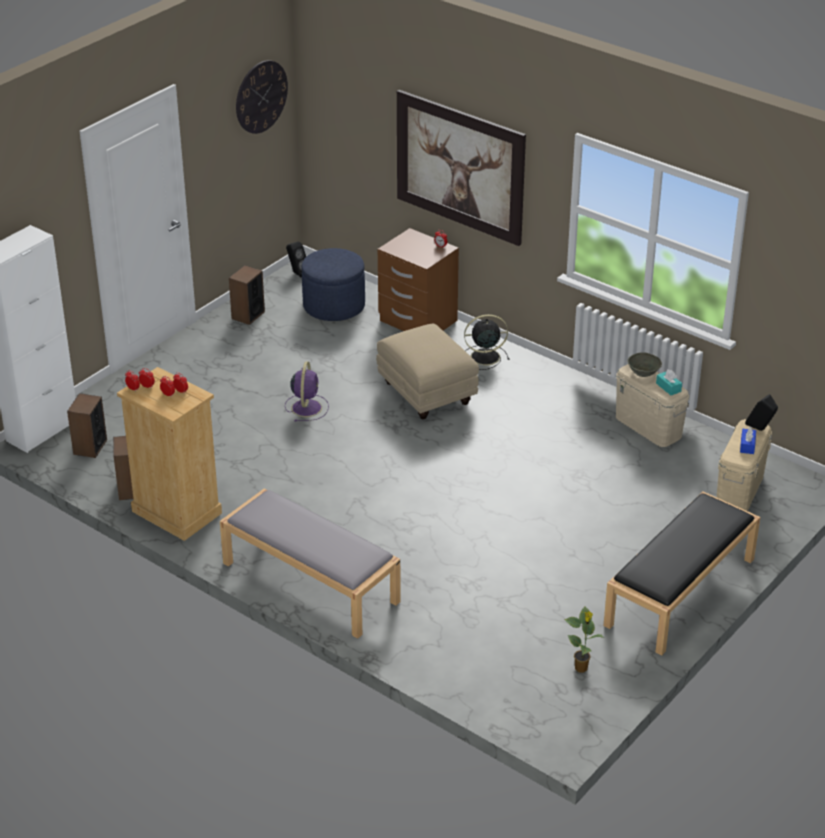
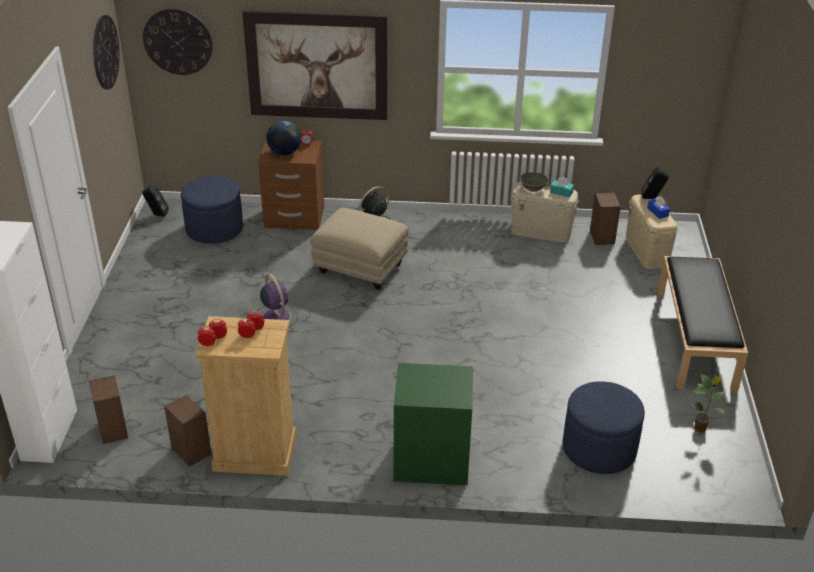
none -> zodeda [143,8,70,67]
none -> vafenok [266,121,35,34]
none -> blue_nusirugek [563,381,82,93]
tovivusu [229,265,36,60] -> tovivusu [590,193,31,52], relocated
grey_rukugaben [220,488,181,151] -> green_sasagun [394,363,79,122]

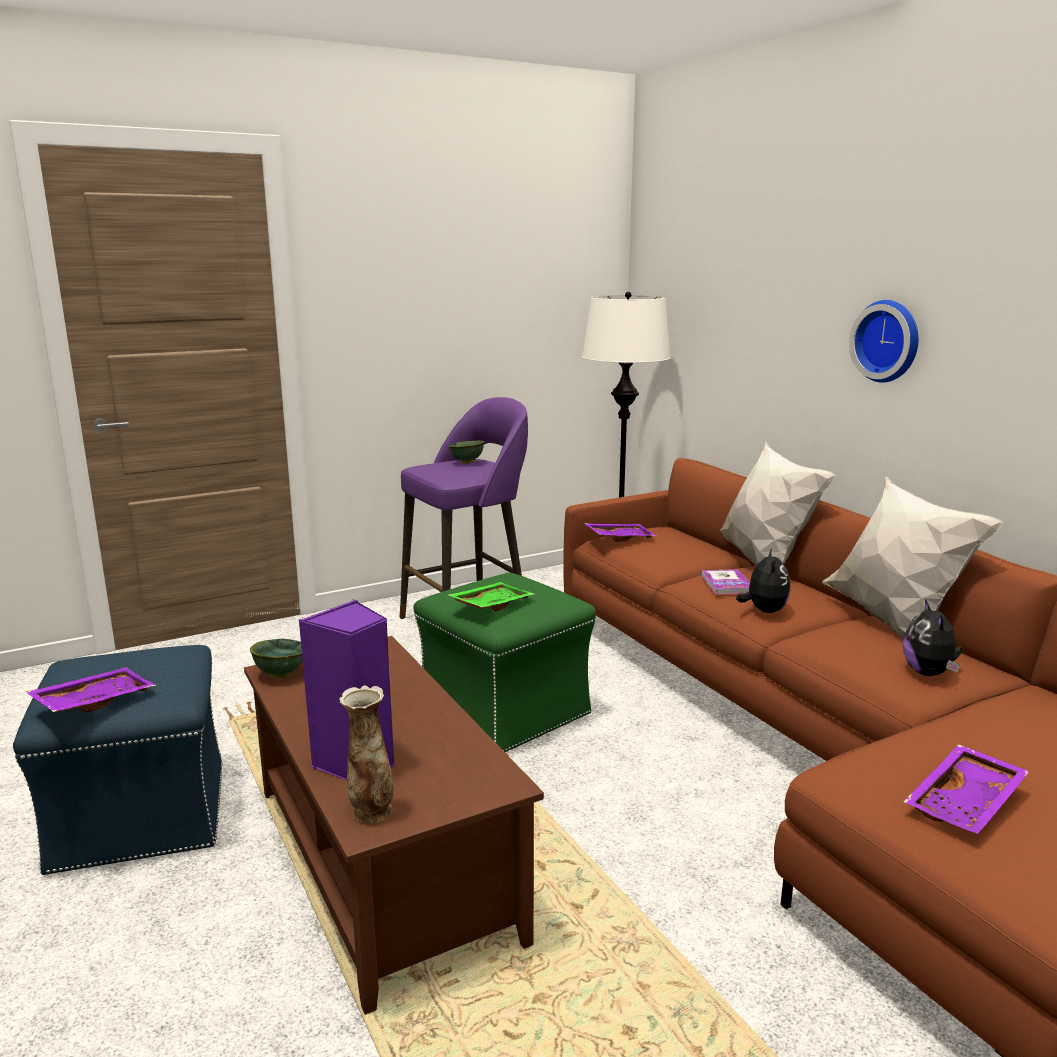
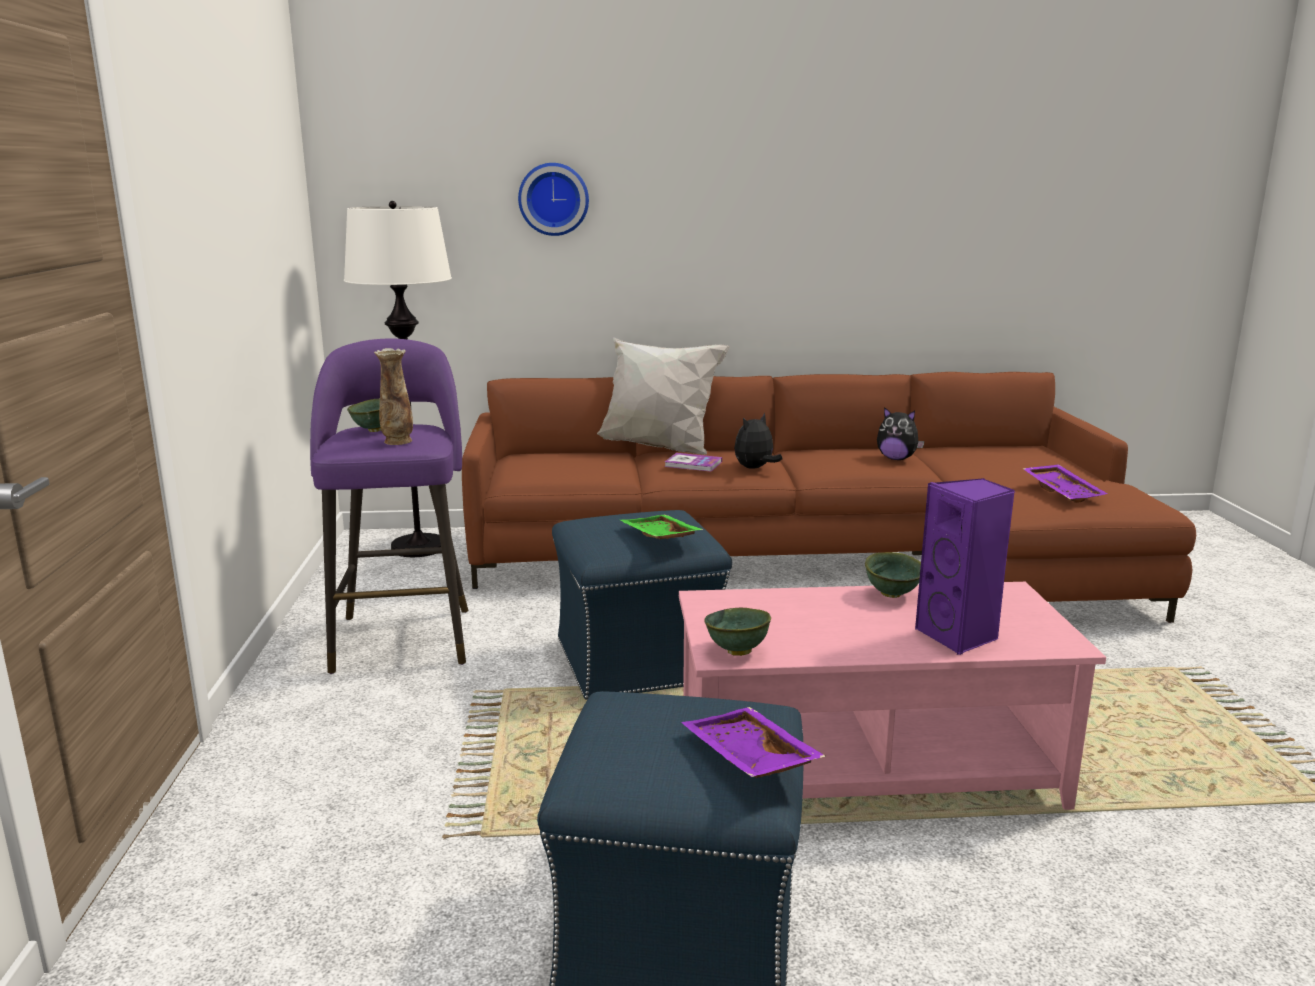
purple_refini [584,523,73,19] -> none
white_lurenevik [822,476,182,162] -> none
none -> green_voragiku [865,552,56,46]
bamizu [339,685,55,138] -> bamizu [374,348,39,97], relocated
zodeda [849,300,69,83] -> zodeda [518,163,71,73], relocated
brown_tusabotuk [244,636,300,379] -> pink_tusabotuk [679,582,427,228]
green_nusirugek [413,573,183,179] -> blue_nusirugek [552,510,180,190]
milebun [736,548,54,65] -> milebun [734,413,49,56], 75 degrees counterclockwise

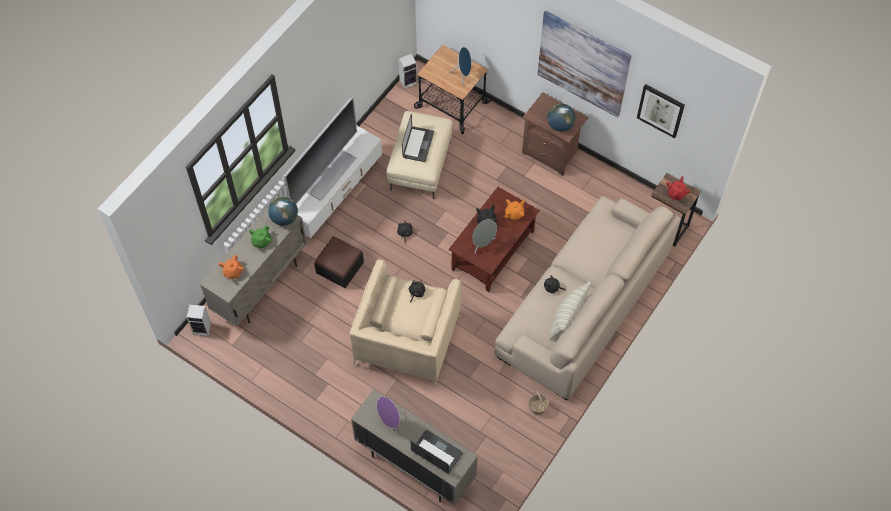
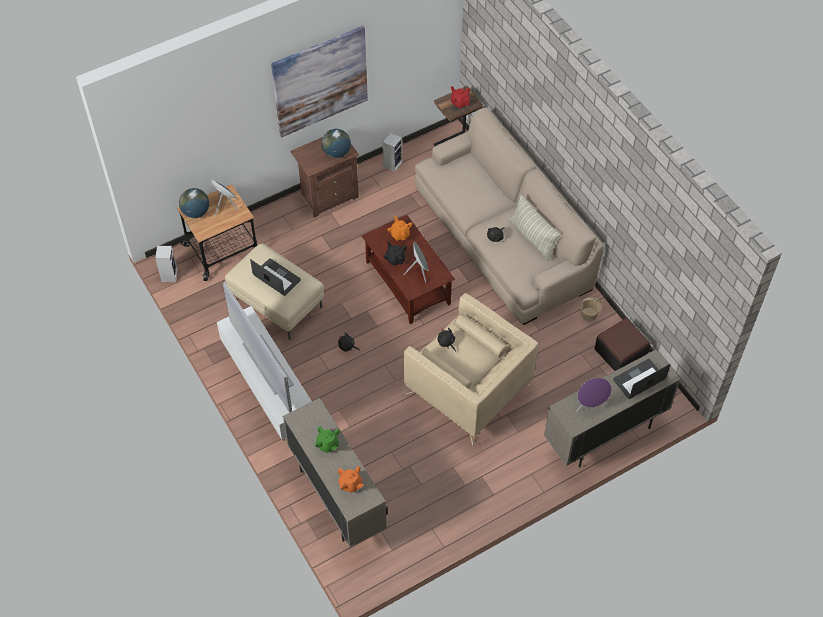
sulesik [637,84,48,54] -> none
tovivusu [186,304,25,32] -> tovivusu [382,132,21,40], relocated
vafenok [268,196,30,30] -> vafenok [179,188,30,30], relocated
nusirugek [314,236,50,52] -> nusirugek [595,318,56,53], relocated

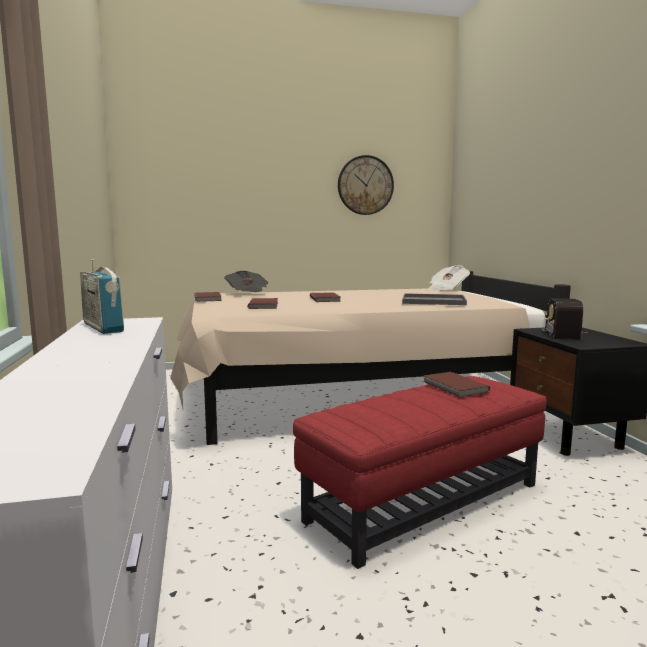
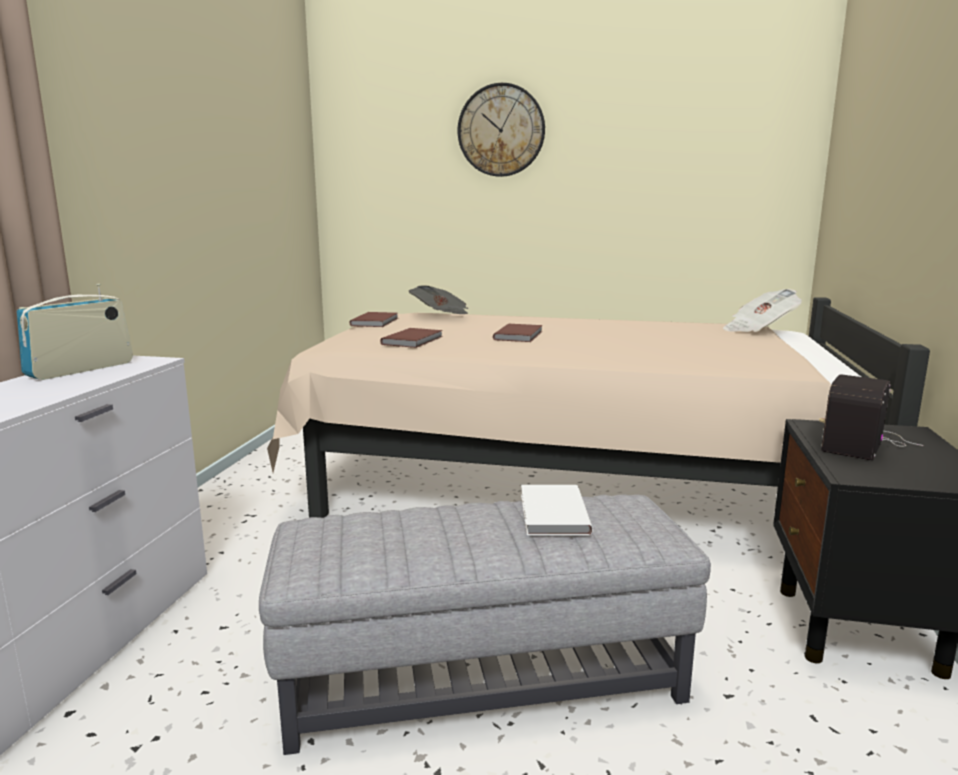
grey_refini [402,293,65,12] -> none
zodeda [338,155,56,60] -> zodeda [458,83,87,94], relocated
red_nusirugek [293,376,253,193] -> grey_nusirugek [259,494,452,261]
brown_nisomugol [423,372,67,26] -> white_nisomugol [521,485,72,50]
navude [80,259,44,75] -> navude [17,284,116,96], 45 degrees clockwise

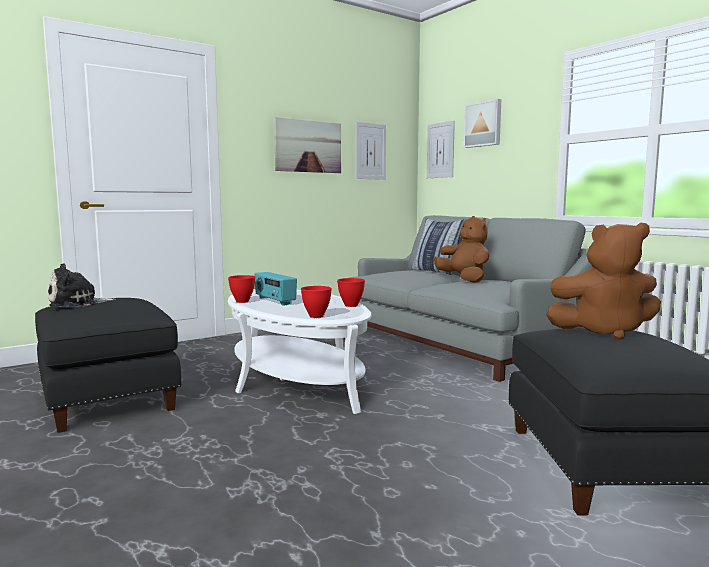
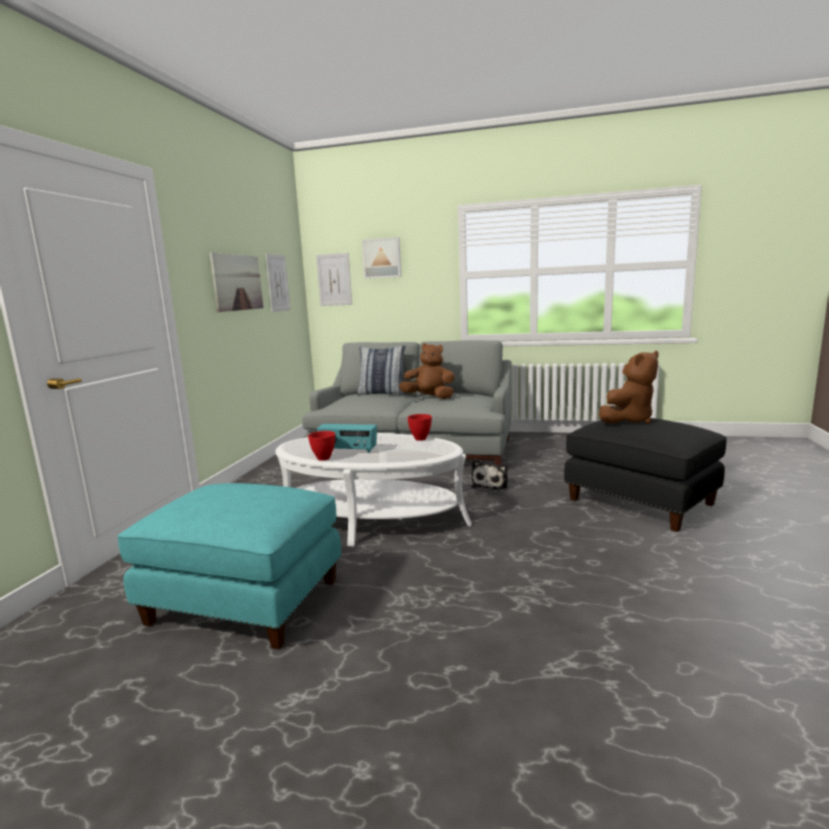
red_voragiku [301,286,31,32] -> none
milebun [48,263,68,45] -> milebun [472,459,36,31], relocated
black_nusirugek [35,298,147,135] -> turquoise_nusirugek [117,483,224,167]

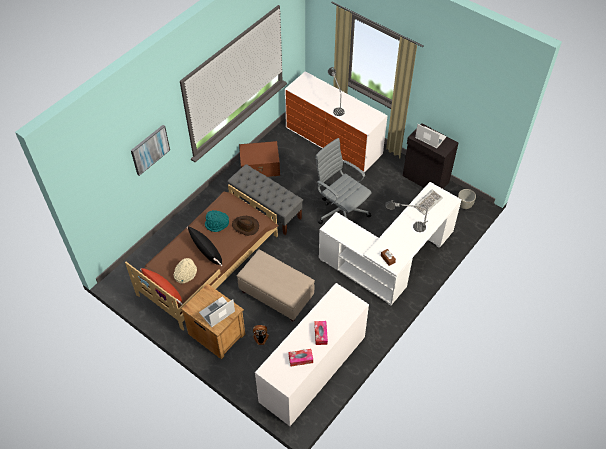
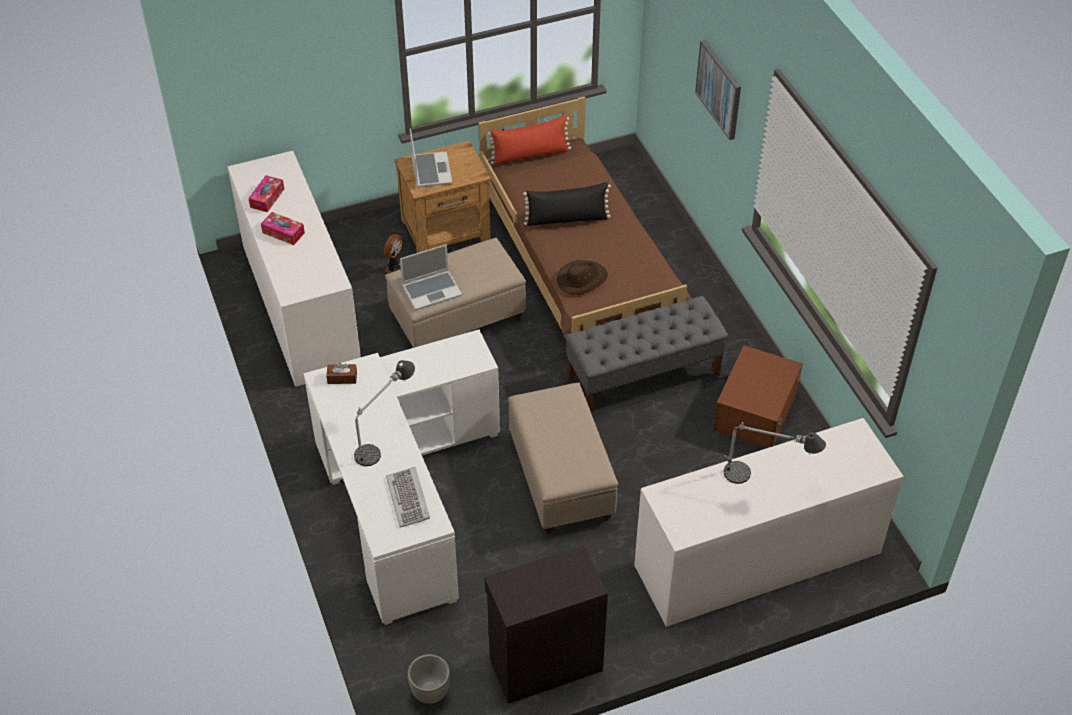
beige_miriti [174,258,23,25] -> none
turquoise_miriti [205,210,24,22] -> none
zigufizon [415,124,31,24] -> zigufizon [400,244,62,66], relocated
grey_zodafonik [315,138,57,86] -> beige_nusirugek [508,383,110,151]

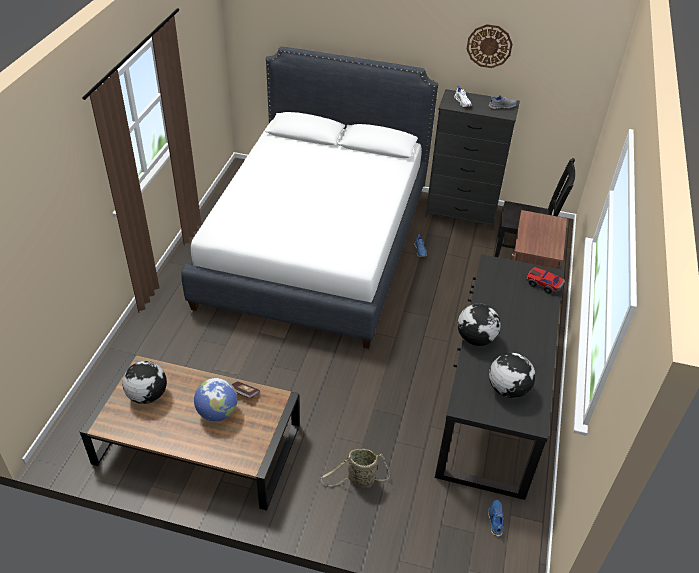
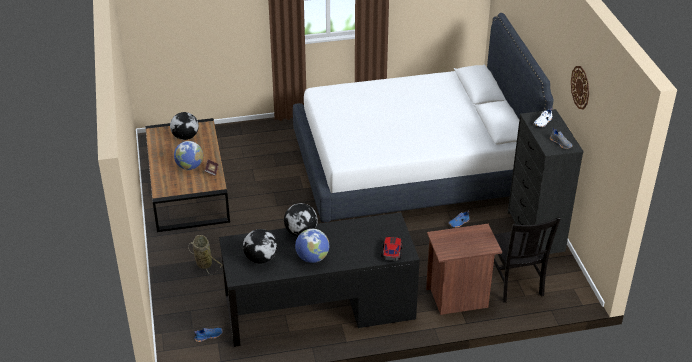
none -> vafenok [295,229,34,34]

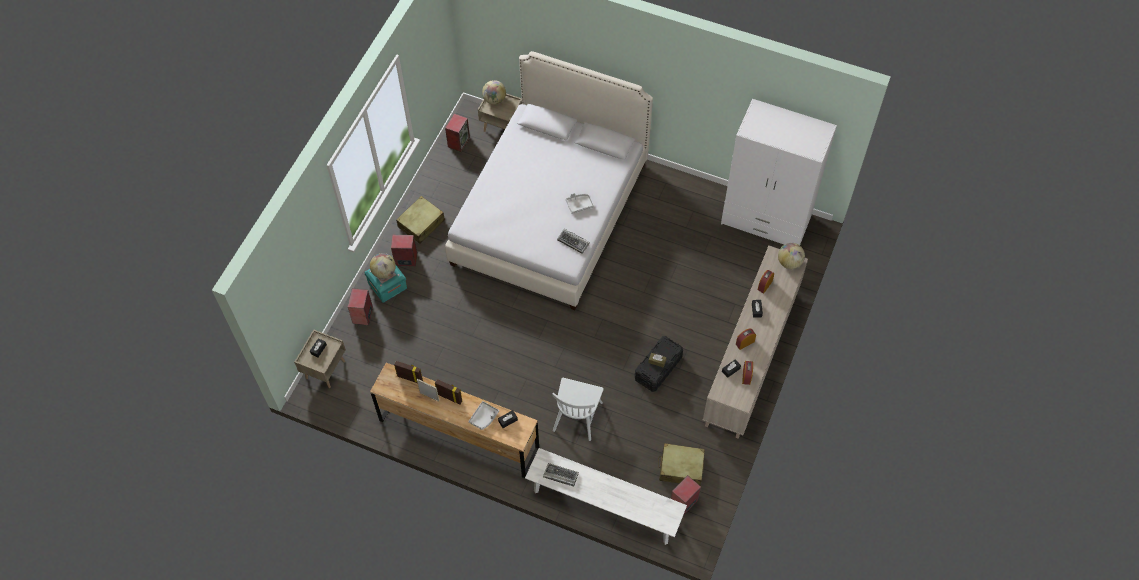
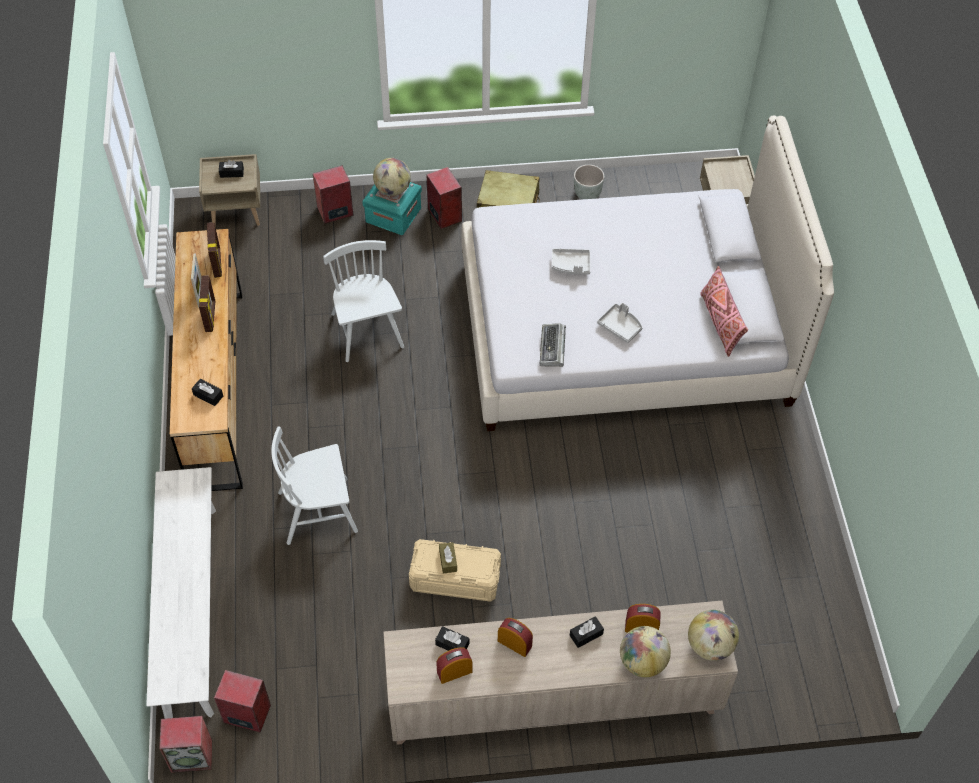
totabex [543,463,36,24] -> none
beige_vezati [658,443,47,42] -> none
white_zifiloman [721,99,116,146] -> none
none -> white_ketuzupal [323,240,81,122]
none -> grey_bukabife [574,165,30,34]
none -> pink_lurenevik [700,266,48,91]
tovivusu [445,114,25,38] -> tovivusu [159,716,53,57], relocated
grey_refini [468,401,31,29] -> grey_refini [552,248,38,27], relocated
vafenok [482,80,24,24] -> vafenok [620,626,51,51], relocated
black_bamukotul [635,336,48,56] -> beige_bamukotul [409,539,92,63]

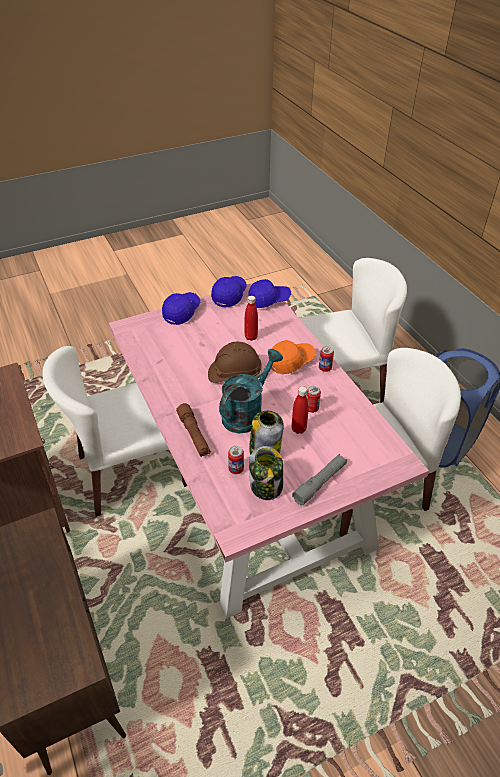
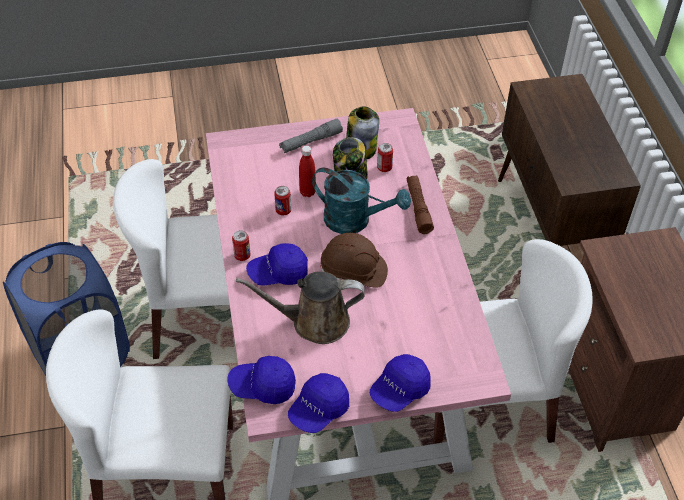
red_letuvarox [245,296,13,45] -> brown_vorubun [236,271,129,73]
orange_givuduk [271,340,44,34] -> blue_givuduk [246,243,62,43]
turquoise_vorubun [219,349,64,84] -> turquoise_vorubun [312,168,99,66], 120 degrees counterclockwise

